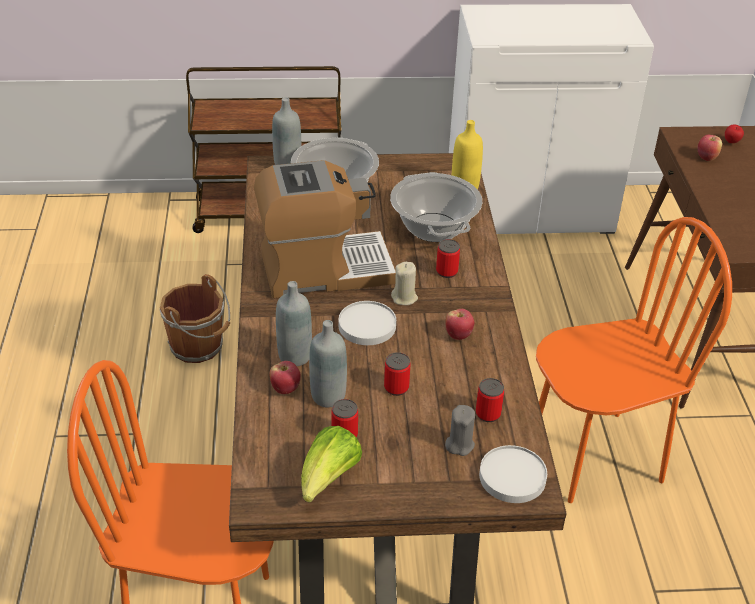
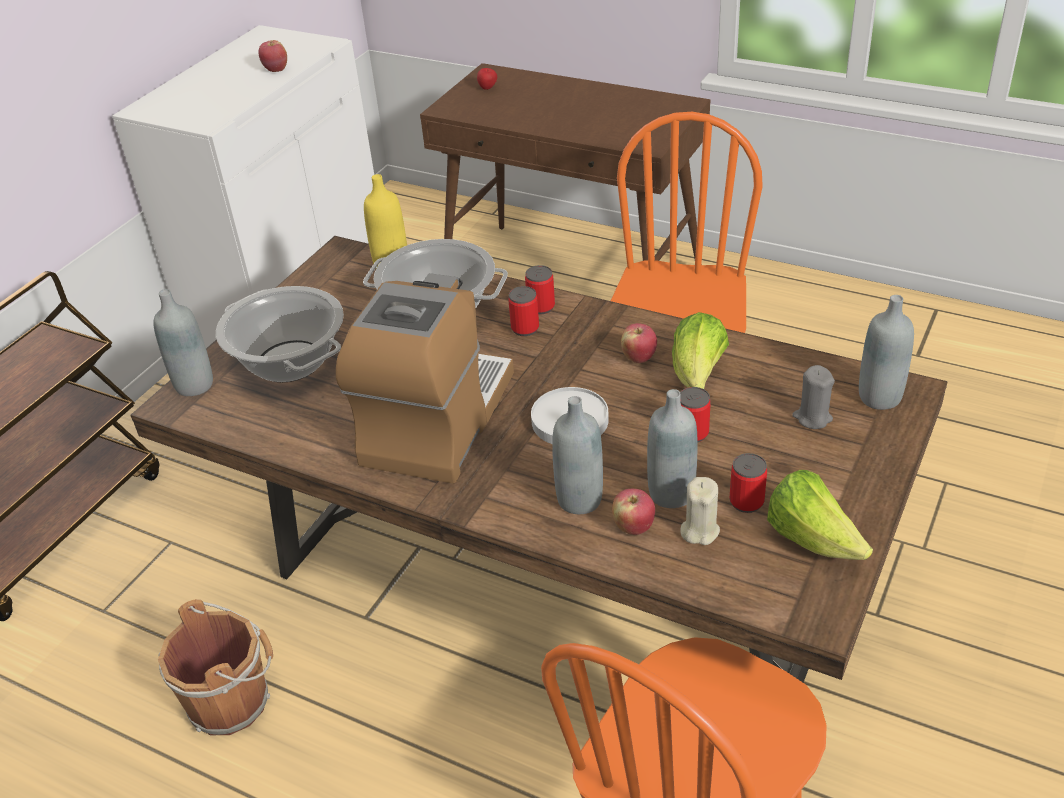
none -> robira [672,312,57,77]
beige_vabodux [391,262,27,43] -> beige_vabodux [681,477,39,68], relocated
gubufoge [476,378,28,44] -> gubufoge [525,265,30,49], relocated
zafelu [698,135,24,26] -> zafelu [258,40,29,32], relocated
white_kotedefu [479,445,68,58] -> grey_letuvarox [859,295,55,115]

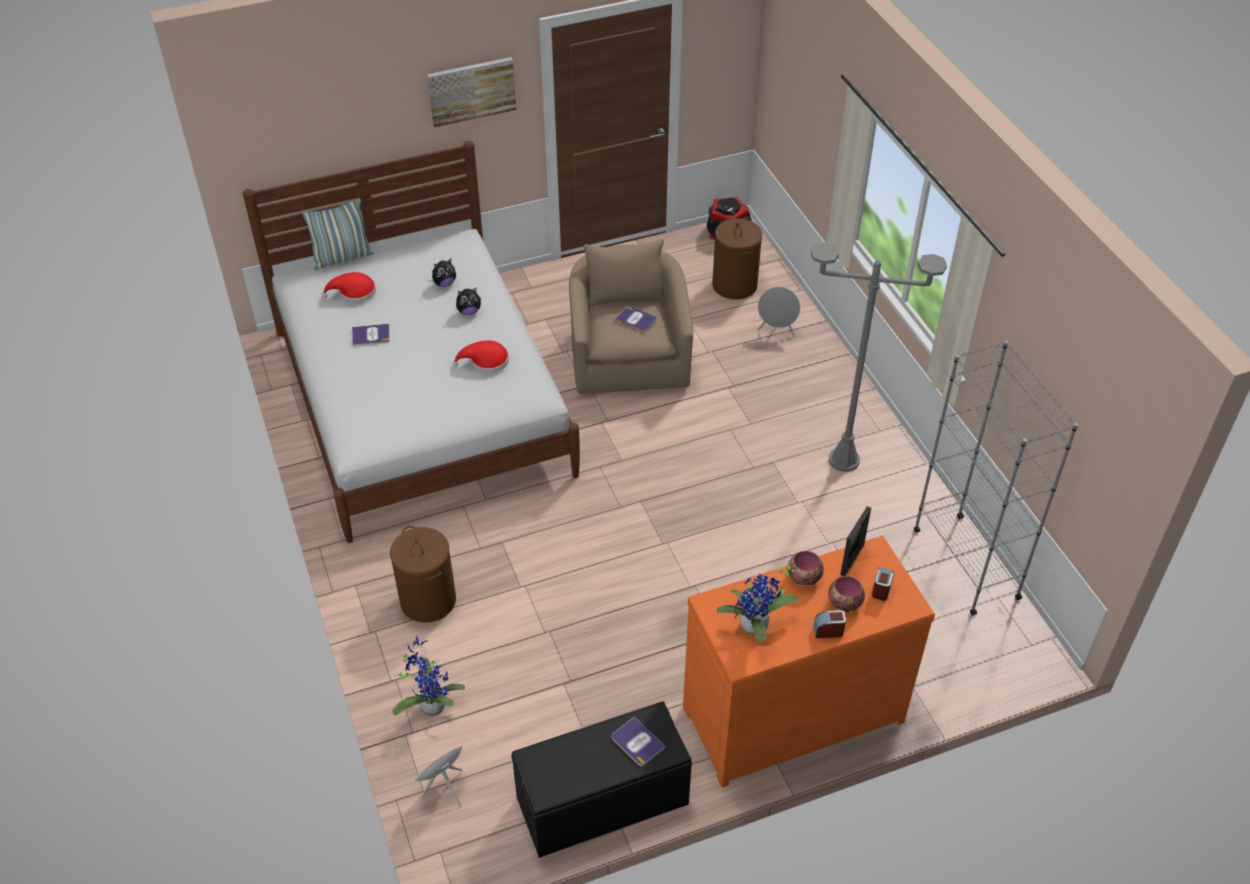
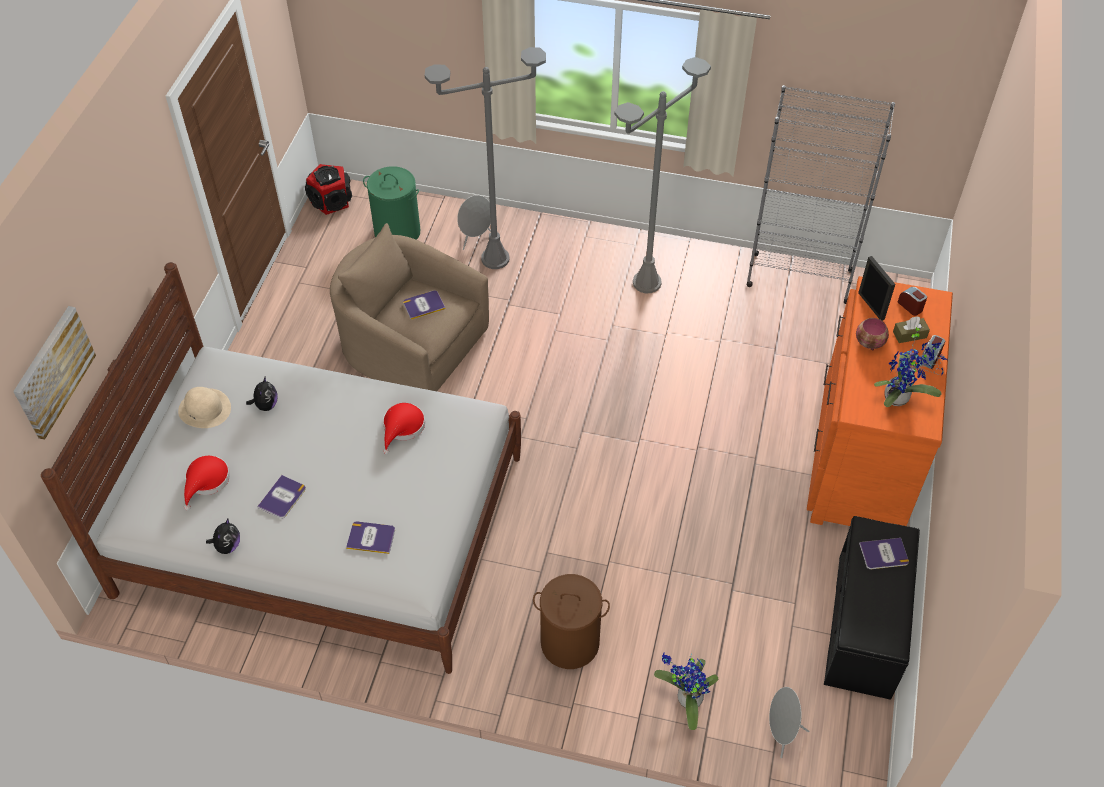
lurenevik [302,199,71,71] -> none
none -> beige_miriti [178,387,53,41]
none -> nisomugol [346,521,49,33]
none -> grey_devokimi [425,47,121,222]
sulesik [427,57,89,70] -> sulesik [13,306,83,134], relocated
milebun [456,288,25,27] -> milebun [206,519,34,35], relocated
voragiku [828,576,37,37] -> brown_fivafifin [893,317,37,26]
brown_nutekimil [712,218,50,82] -> green_nutekimil [363,166,57,74]

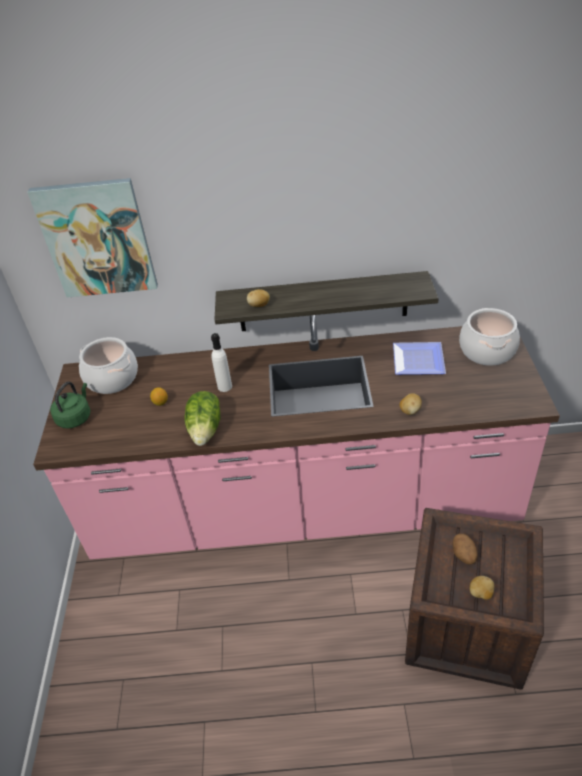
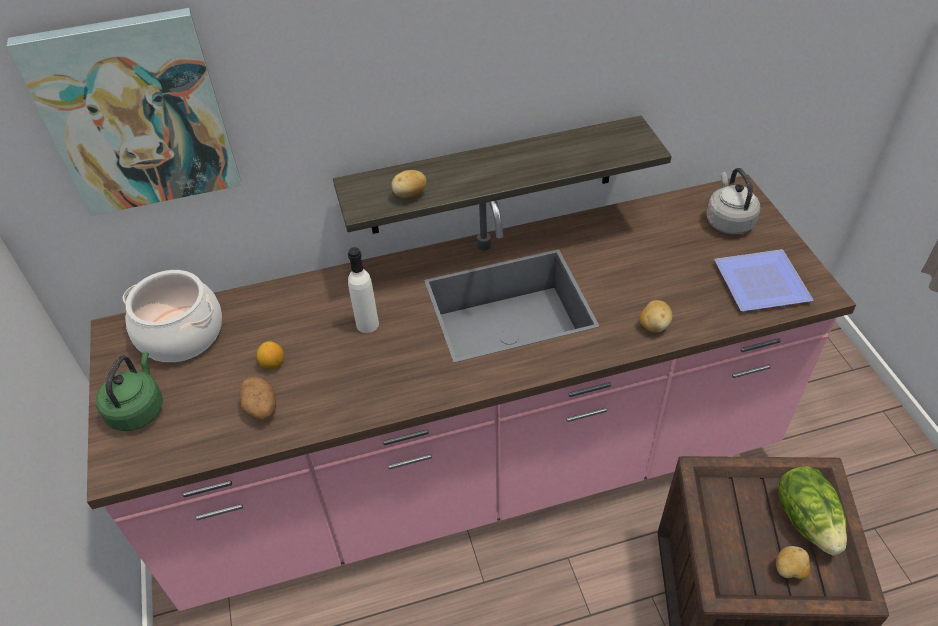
robira [184,391,37,55] -> robira [778,466,69,90], relocated
kotedefu [393,342,53,33] -> kotedefu [714,249,99,62], relocated
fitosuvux [453,534,24,31] -> fitosuvux [240,377,36,44], relocated
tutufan [459,308,61,57] -> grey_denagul [706,168,54,66]

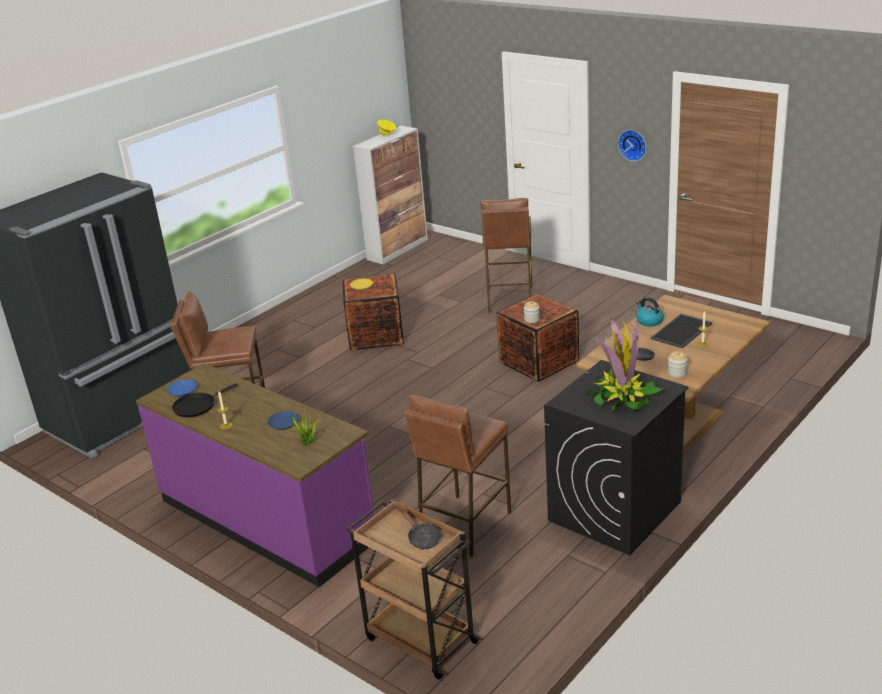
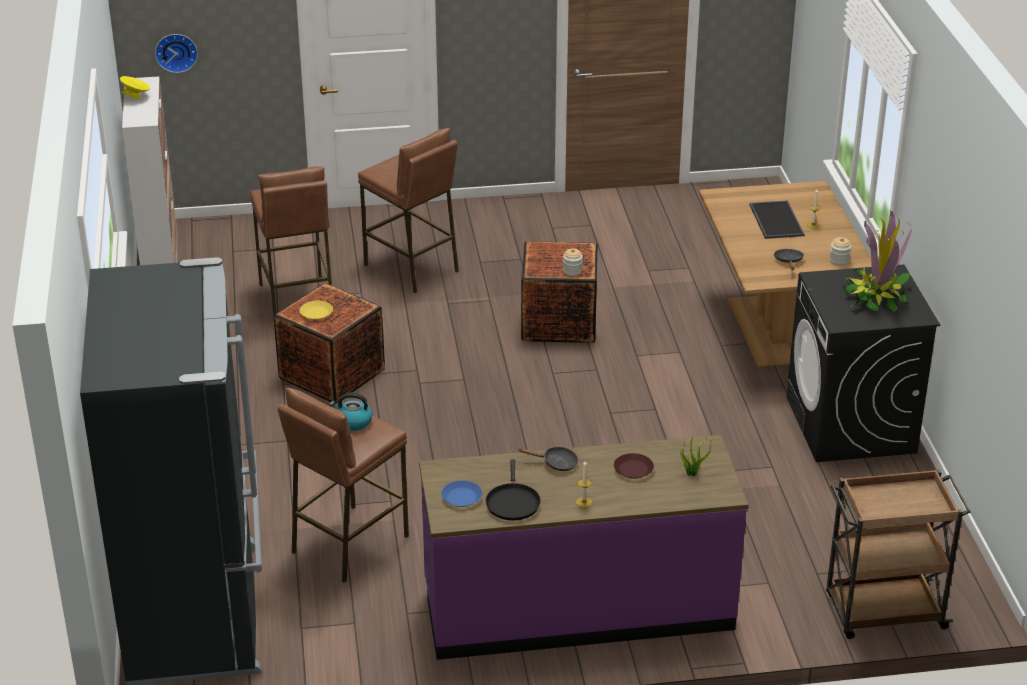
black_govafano [401,511,40,38] -> black_govafano [518,447,60,24], relocated
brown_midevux [404,395,107,162] -> brown_midevux [250,166,82,149], relocated
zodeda [618,130,28,31] -> zodeda [155,34,43,39], relocated
denagul [636,297,28,29] -> denagul [329,393,43,38], relocated
blue_kotedefu [267,411,33,19] -> brown_kotedefu [614,453,40,26]

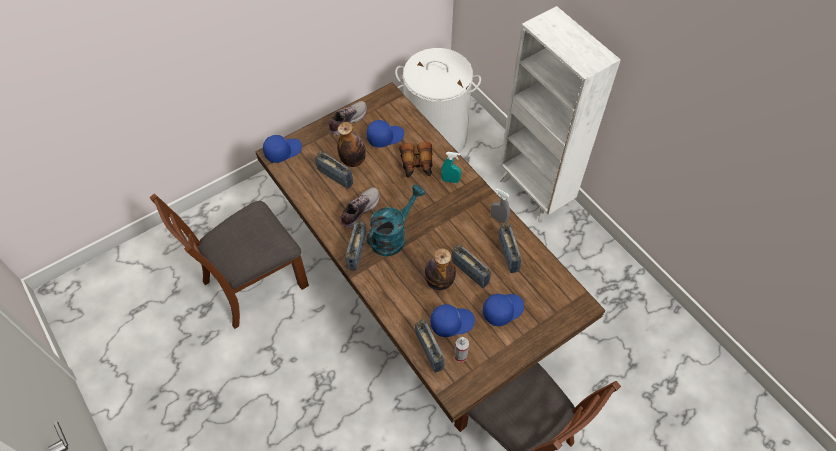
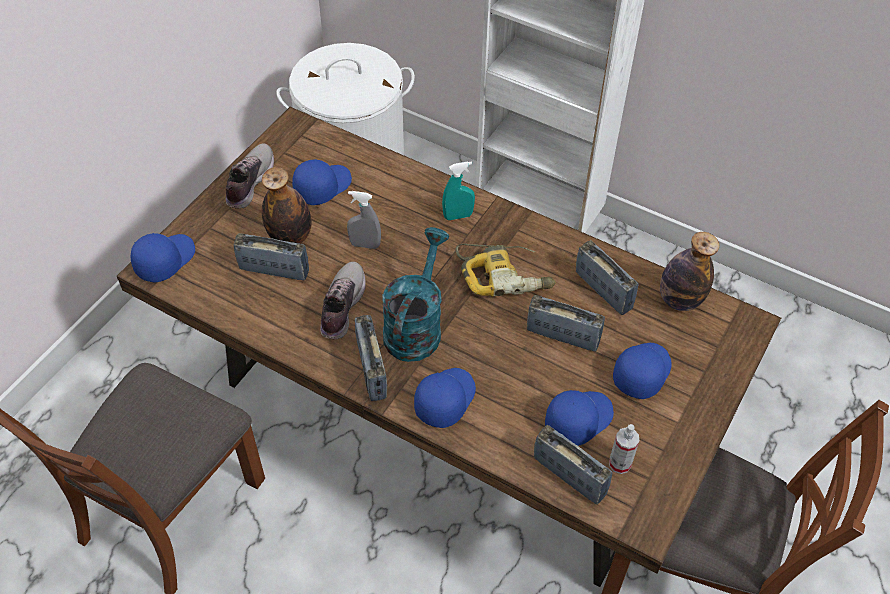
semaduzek [399,142,34,36] -> none
none -> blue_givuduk [414,368,62,60]
none -> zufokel [455,244,101,53]
letuvarox [424,248,32,43] -> letuvarox [660,232,59,79], relocated
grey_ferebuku [491,189,19,35] -> grey_ferebuku [347,191,34,58], relocated

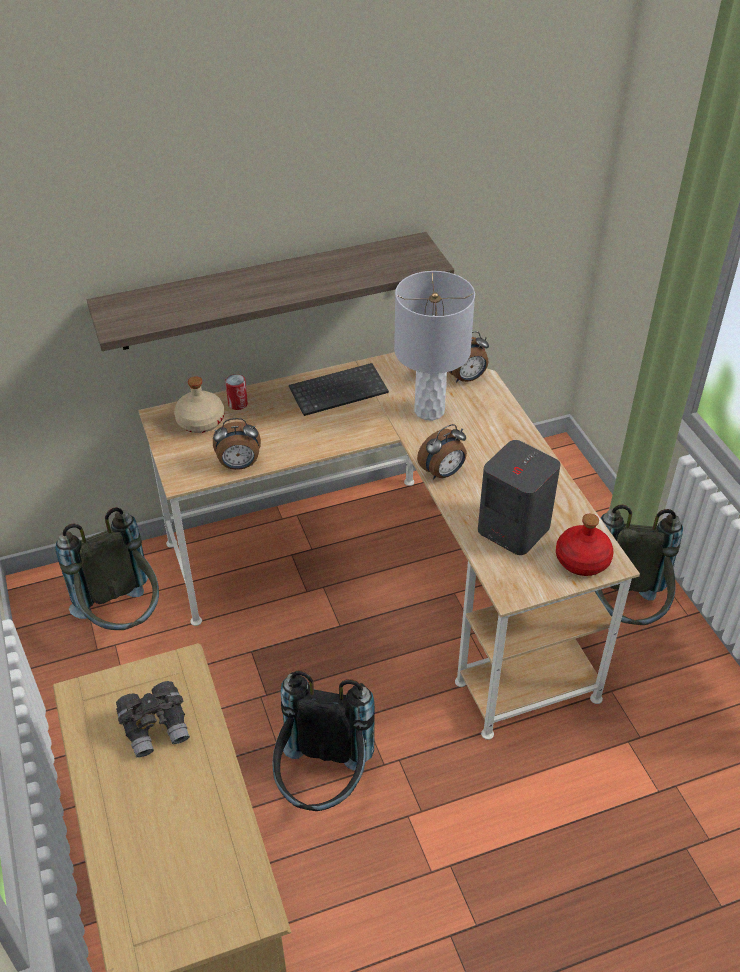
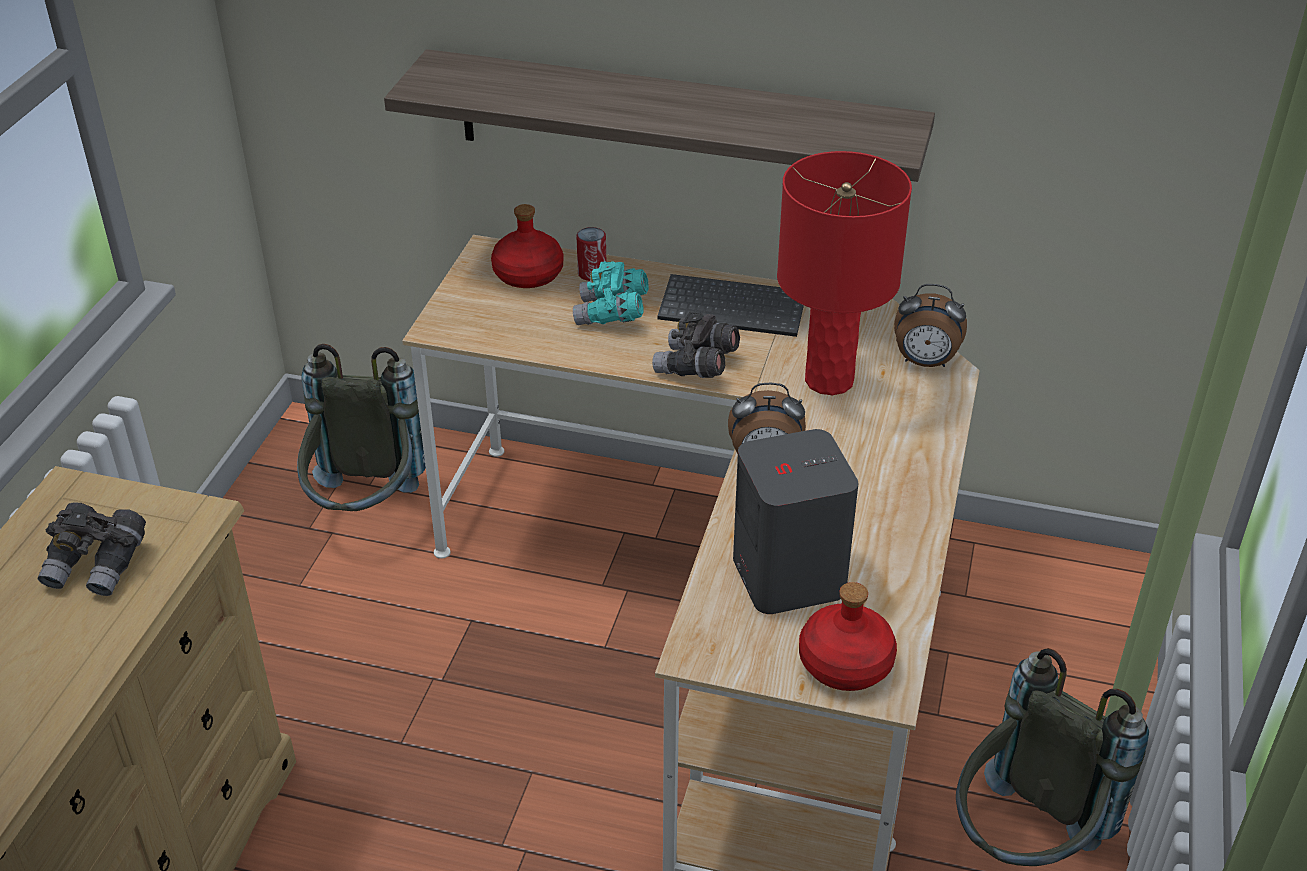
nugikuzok [213,418,48,52] -> none
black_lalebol [272,670,103,141] -> none
none -> turquoise_semaduzek [573,261,76,64]
none -> grey_semaduzek [652,312,88,66]
beige_letuvarox [174,377,51,56] -> red_letuvarox [491,204,72,84]
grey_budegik [394,271,81,150] -> red_budegik [777,151,135,244]

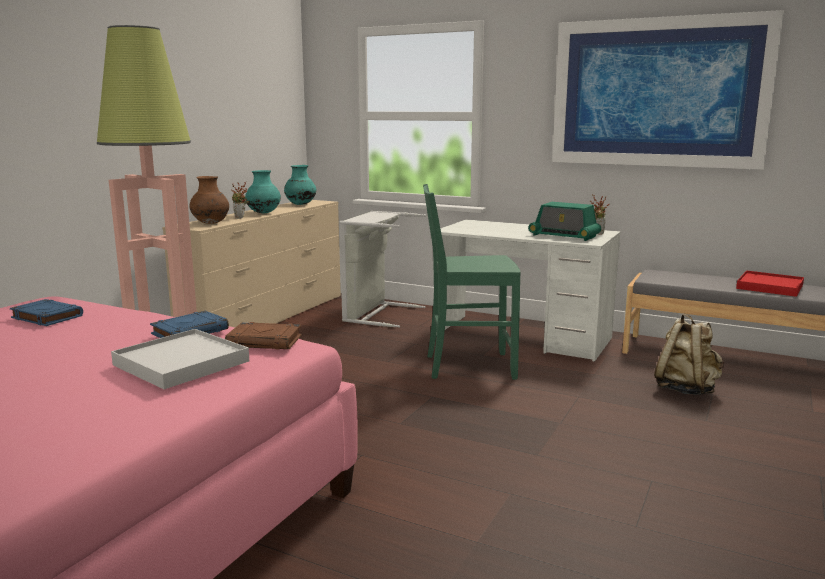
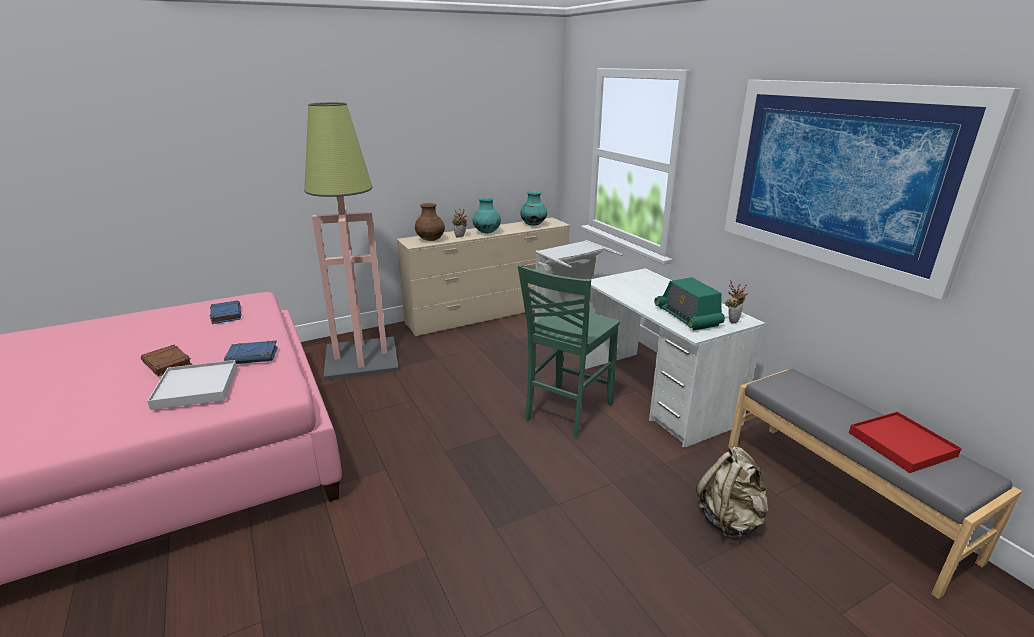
brown_nisomugol [225,322,77,28] -> brown_nisomugol [141,345,51,31], relocated
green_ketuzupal [423,184,98,196] -> green_ketuzupal [518,265,102,174], 90 degrees counterclockwise

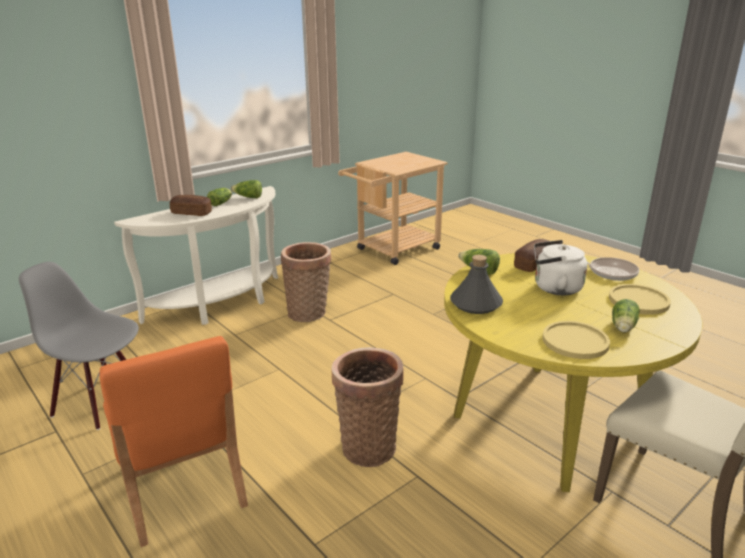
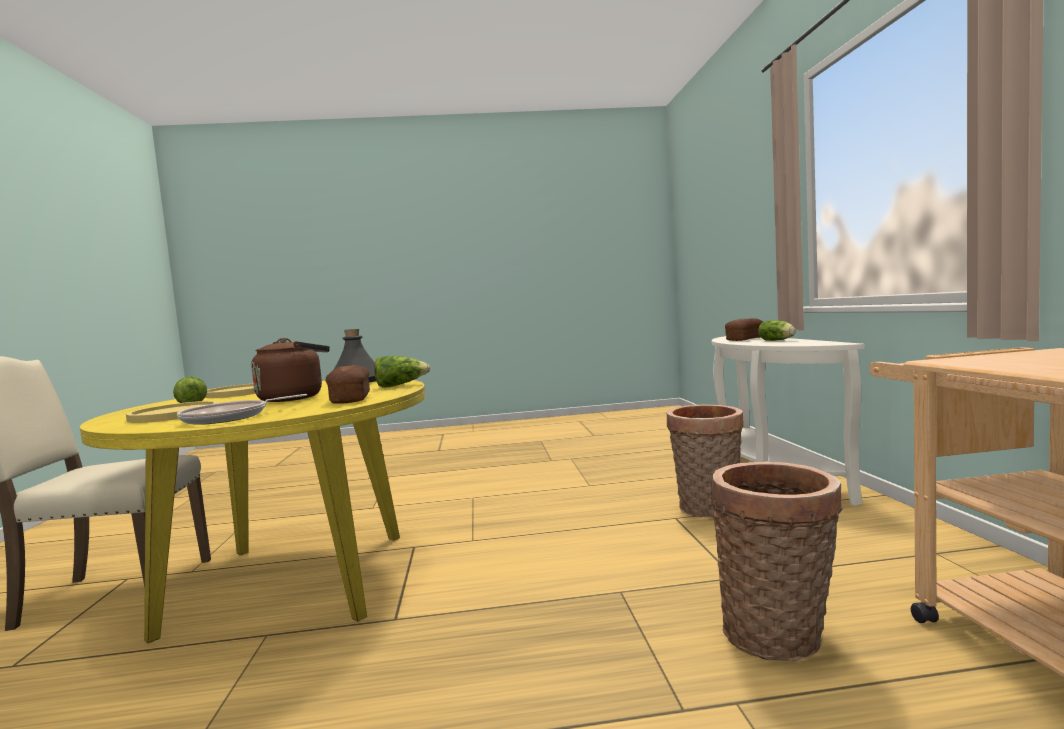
grey_ketuzupal [19,262,120,168] -> none
orange_ketuzupal [100,336,148,211] -> none
robira [231,180,31,18] -> none
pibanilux [332,347,72,120] -> pibanilux [710,462,134,199], relocated
white_denagul [534,240,53,55] -> brown_denagul [251,338,79,64]

